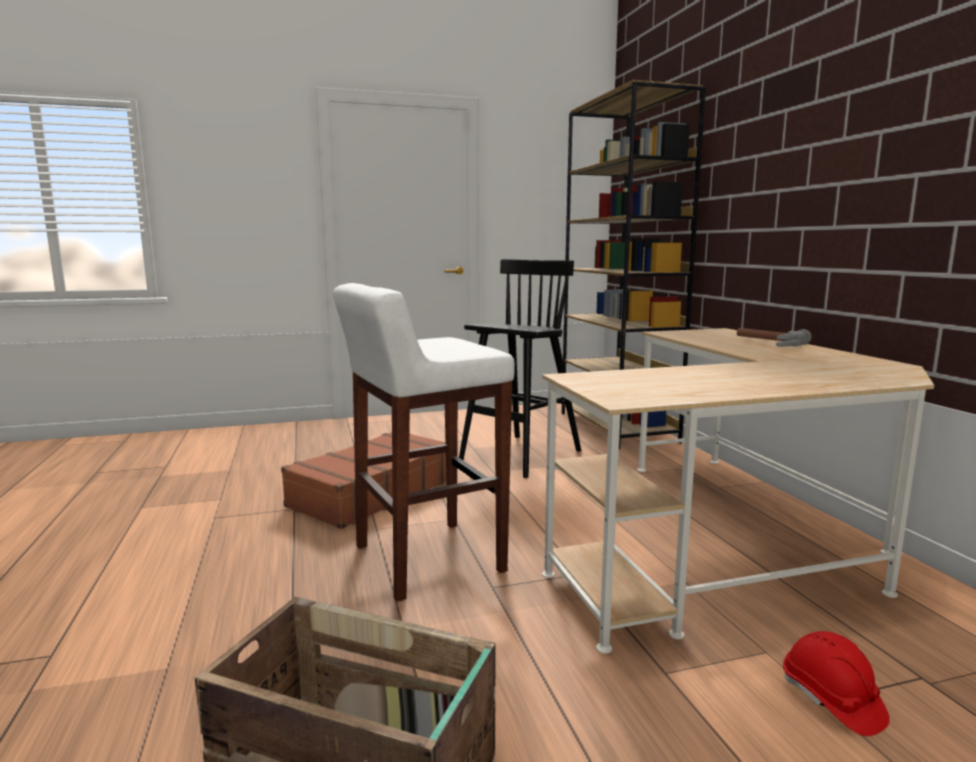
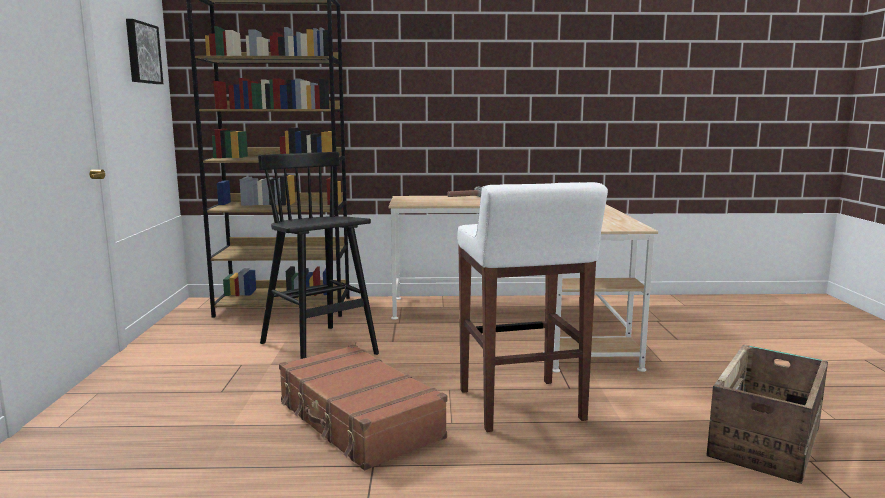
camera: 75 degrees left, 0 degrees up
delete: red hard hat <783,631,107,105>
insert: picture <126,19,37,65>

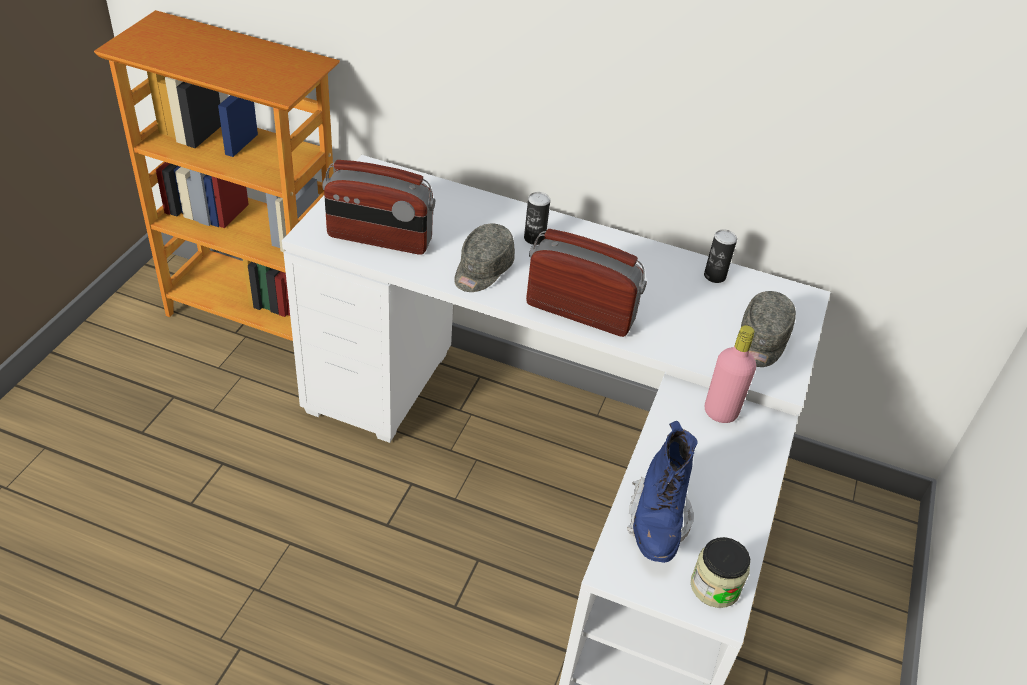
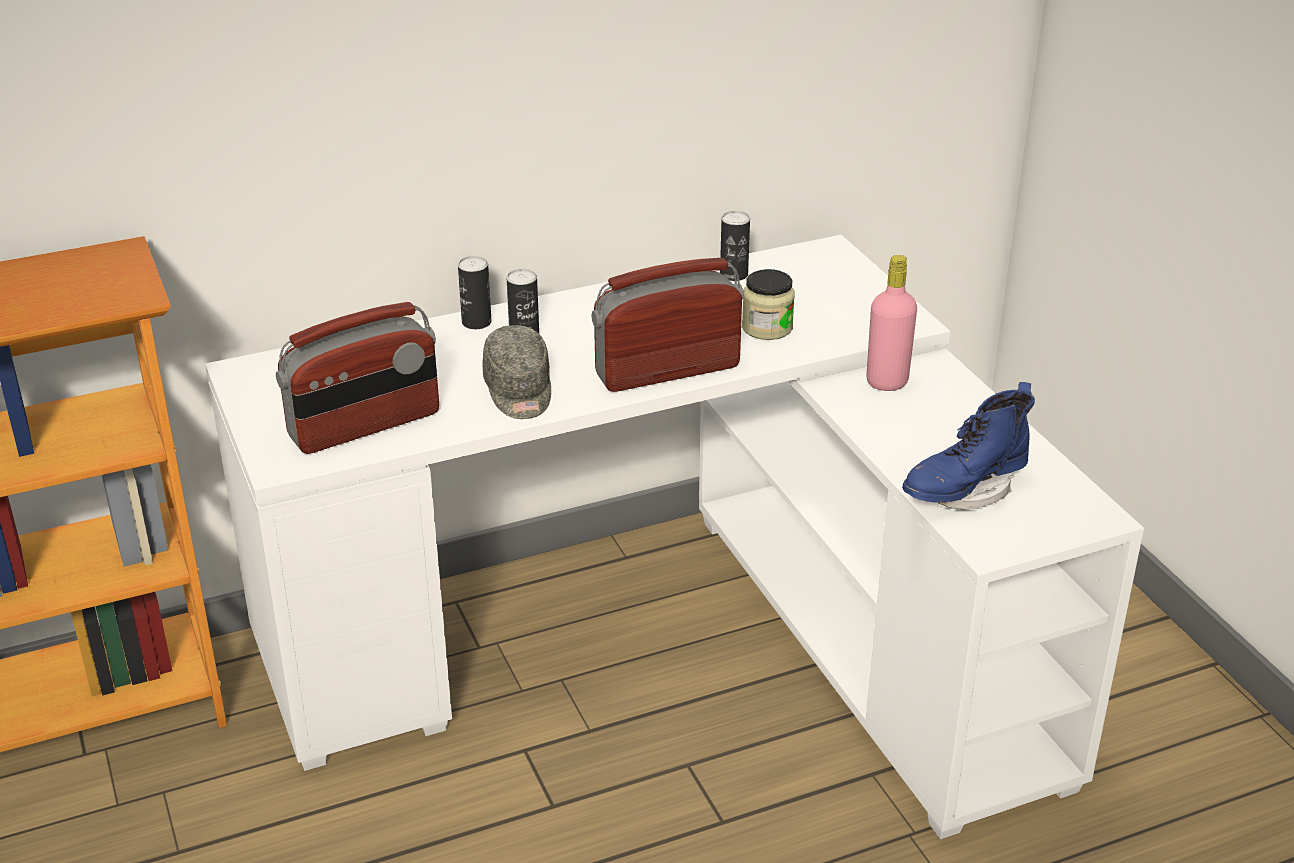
camera: 40 degrees left, 10 degrees down
delete: grey cap <741,291,55,76>
insert: can <458,256,33,73>
move: jar <691,537,59,71> to <742,269,53,71>
rotate: blue boot <627,421,71,142> = <902,382,133,128> 90 degrees clockwise

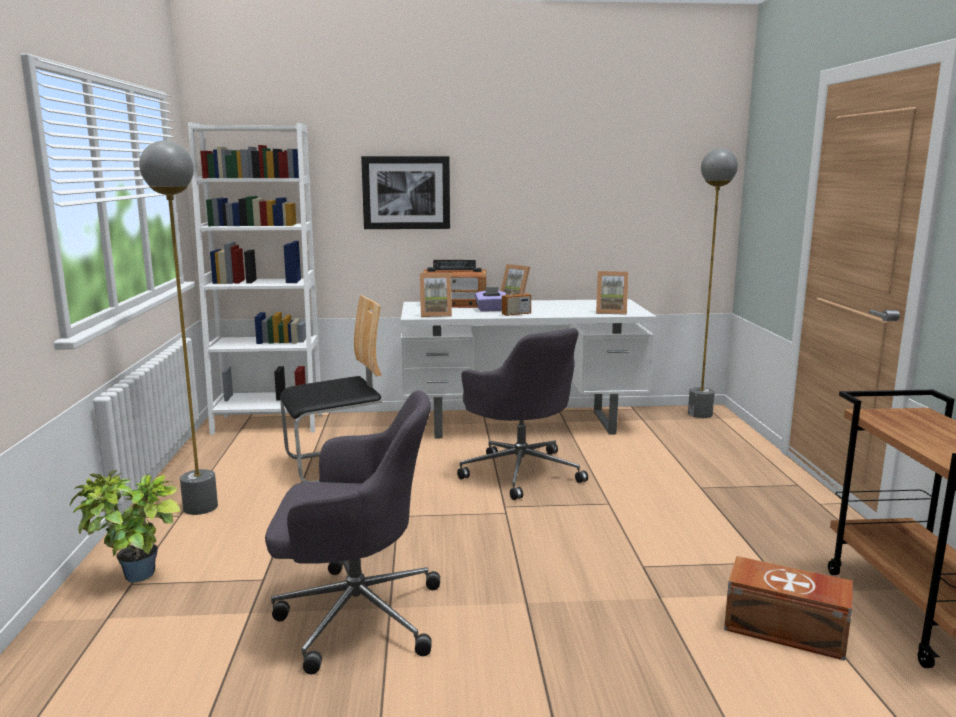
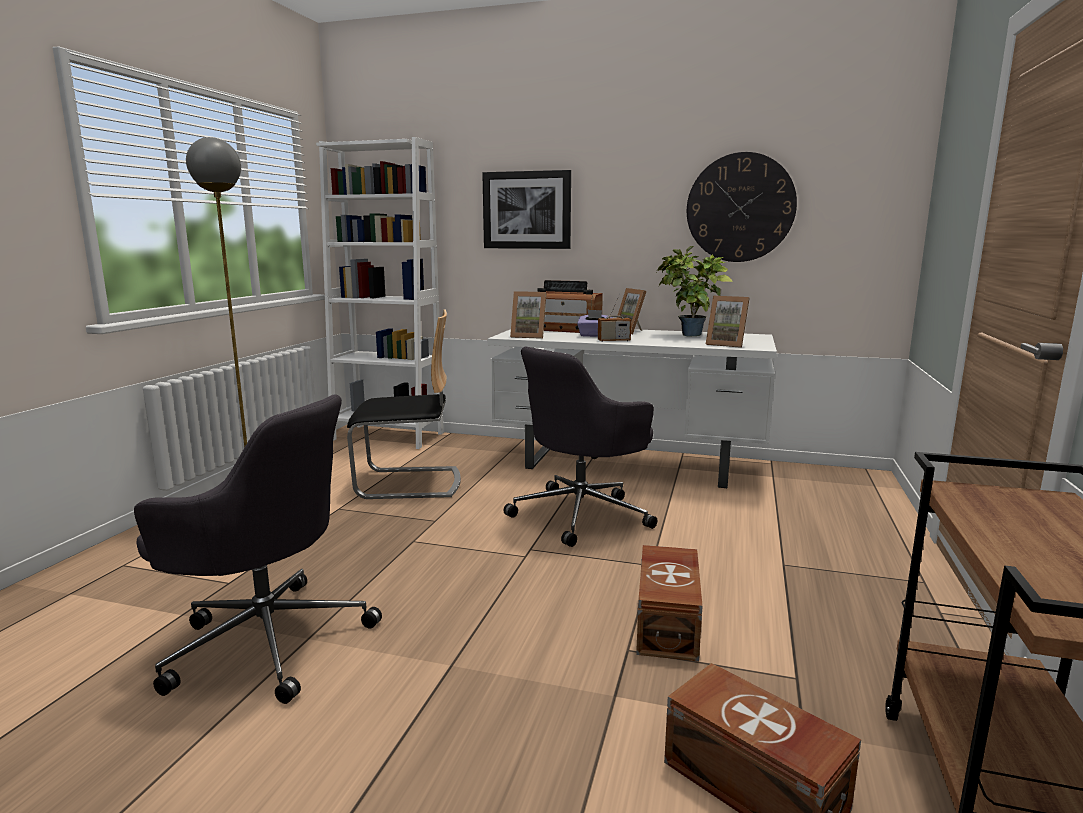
camera: 20 degrees right, 0 degrees up
delete: grey floor lamp <688,148,50,270>
insert: wall clock <687,152,110,110>; brown storage box <636,545,67,116>
move: potted plant <70,470,110,113> to <656,246,77,90>
rotate: grey office chair <457,328,131,172> = <504,347,153,200> 60 degrees clockwise

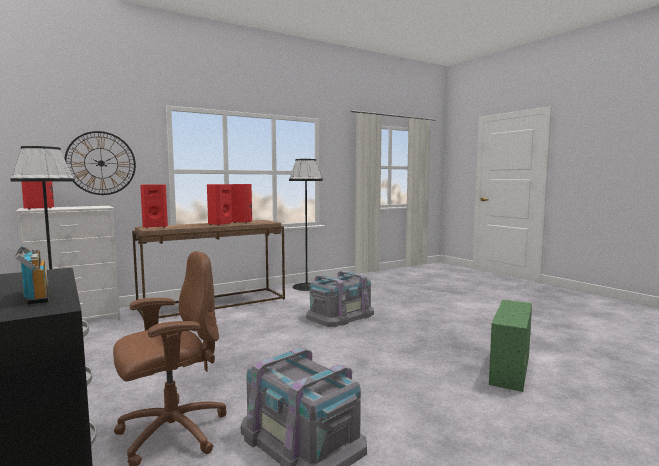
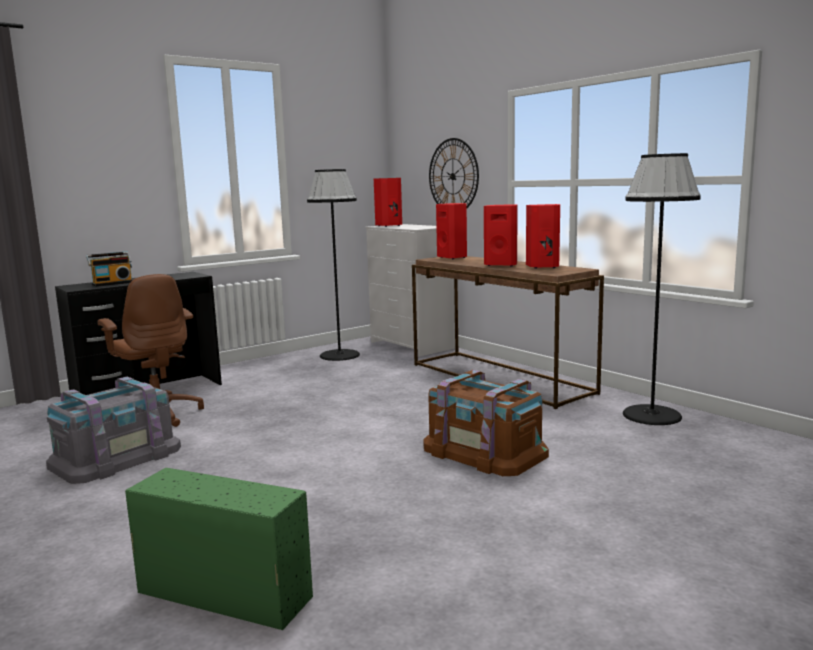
camera: 85 degrees right, 5 degrees up
recolor: grey storage box <306,271,68,56> to brown storage box <424,370,125,106>

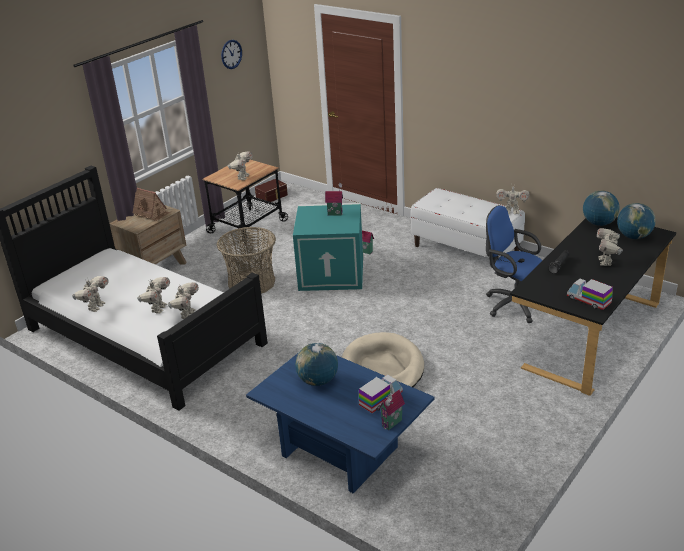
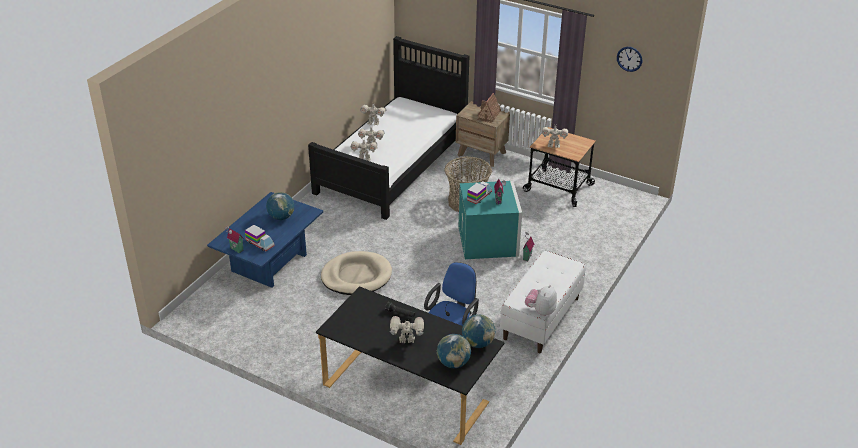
camera: 80 degrees right, 5 degrees up
delete: brown storage box <255,179,33,25>
move: toy truck <567,279,46,31> to <467,181,25,23>
replace: toy robot <496,186,33,28> to plush toy <525,285,32,31>

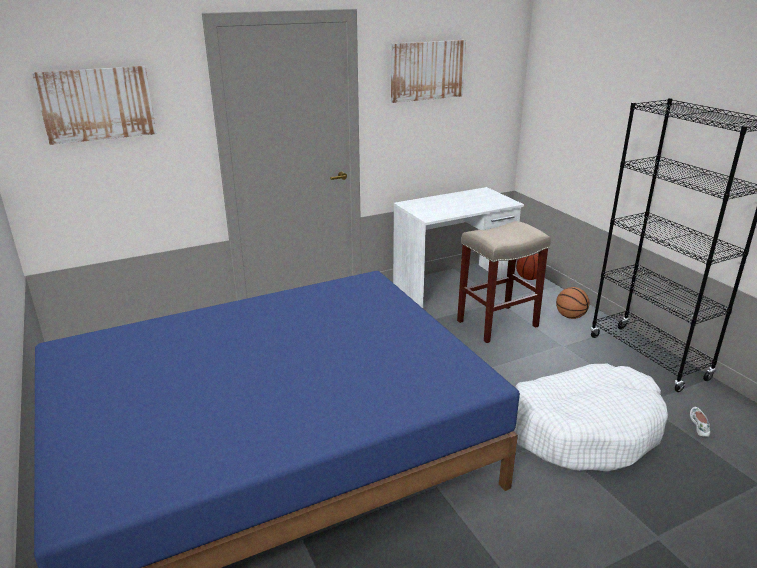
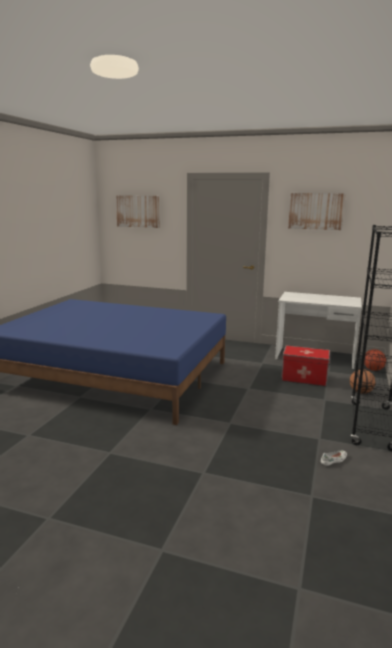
camera: 45 degrees right, 10 degrees down
delete: white dog bed <514,364,154,108>
replace: beige stool <457,221,94,122> to storage box <281,345,49,41>

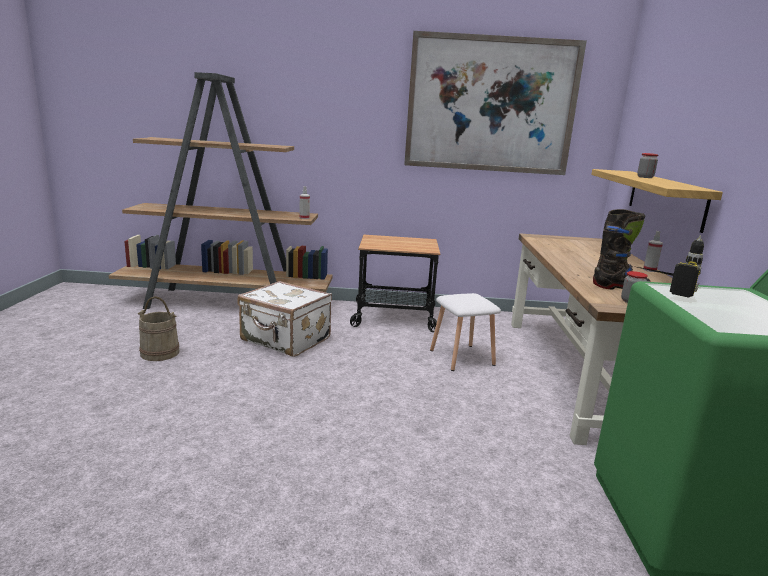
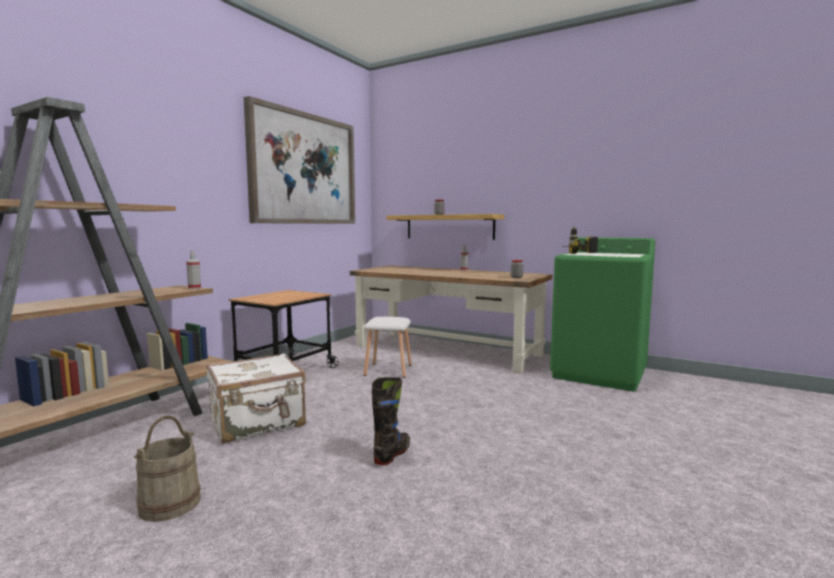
camera: 60 degrees left, 10 degrees down
move: black boot <593,209,58,80> to <372,377,38,88>

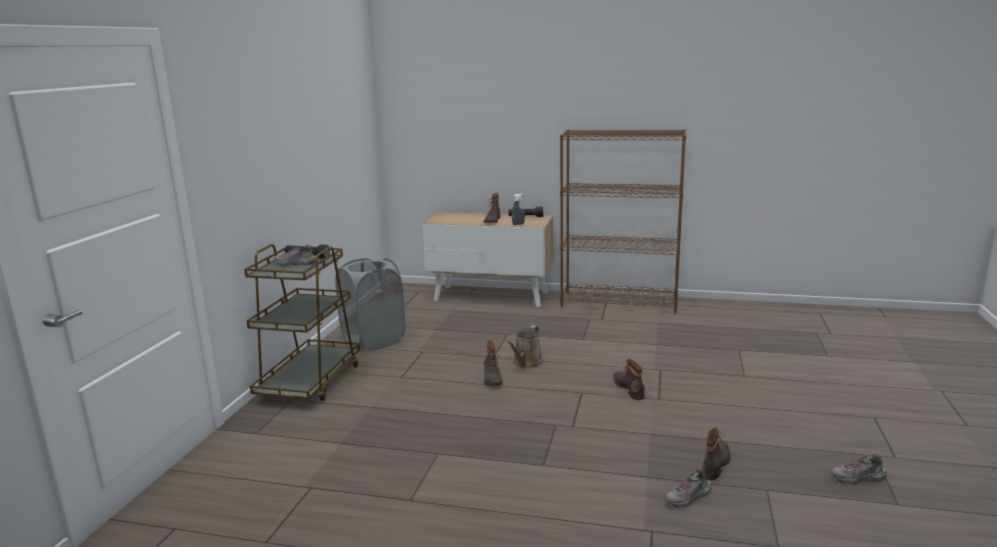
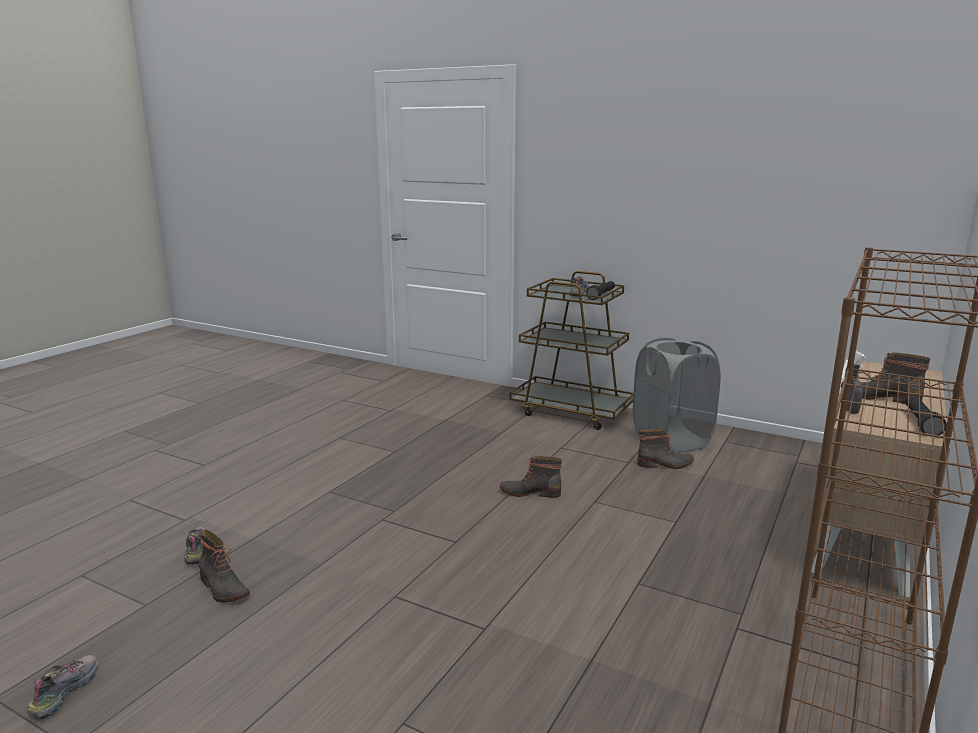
camera: 105 degrees right, 0 degrees up
delete: brown watering can <507,325,37,43>
move: boot <614,359,31,41> to <637,429,57,40>

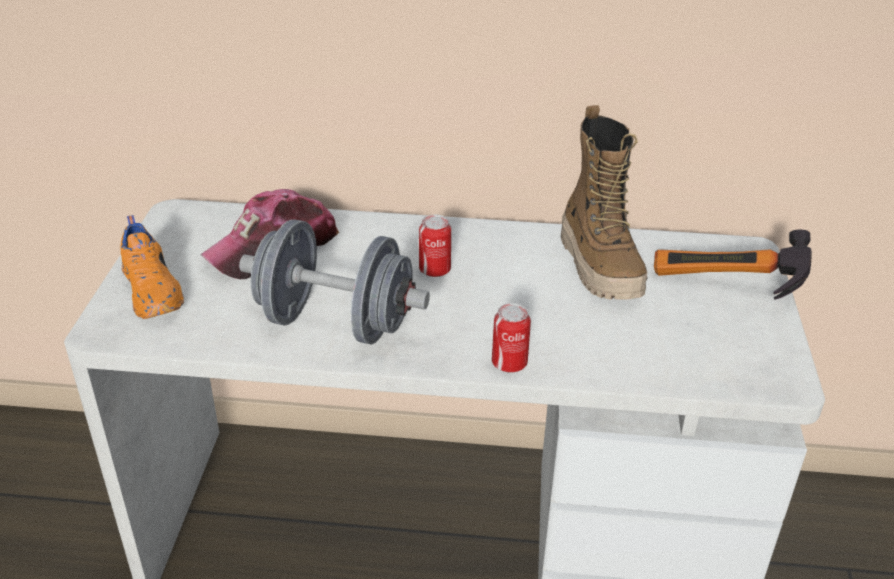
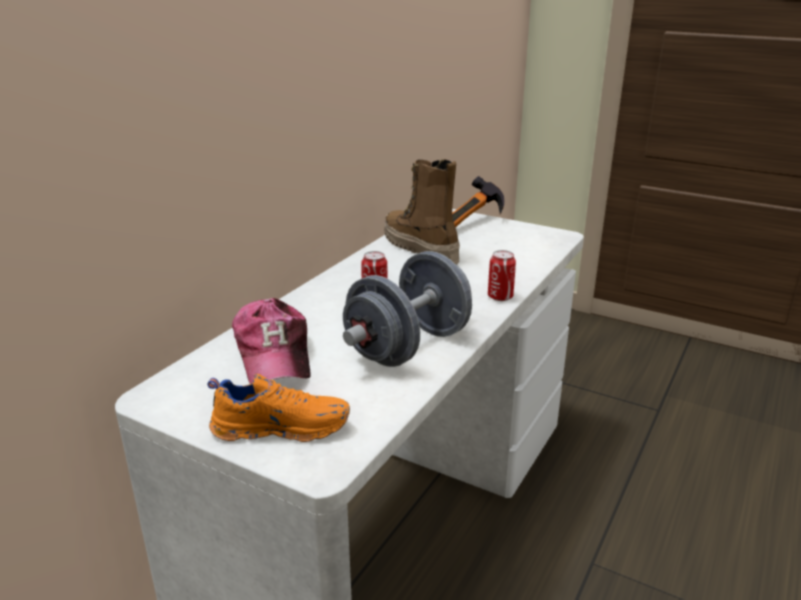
camera: 65 degrees left, 10 degrees down
rotate: boot <561,105,87,195> = <384,159,76,106> 135 degrees counterclockwise

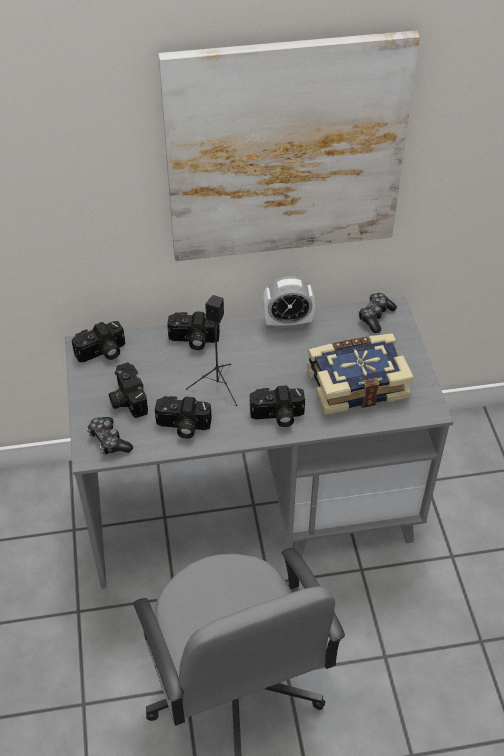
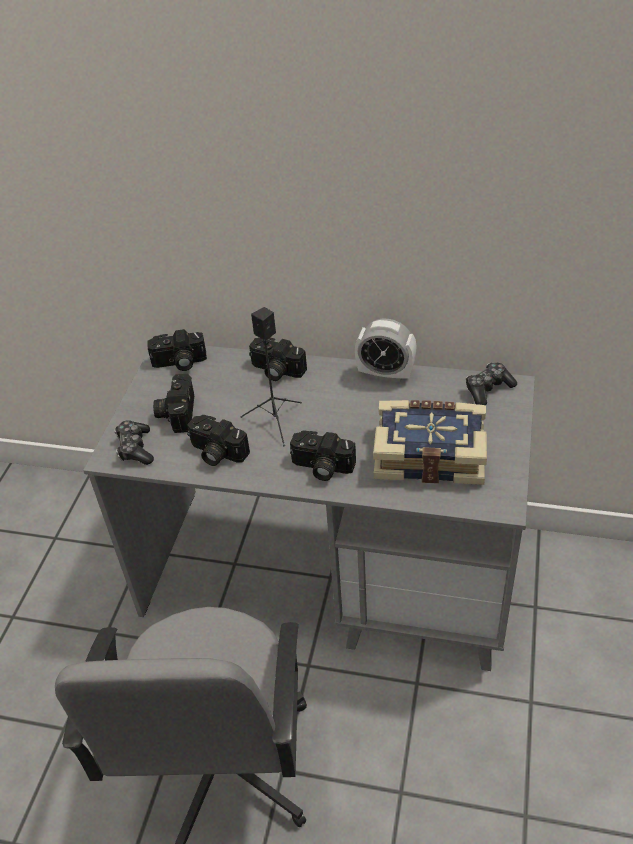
camera: 25 degrees right, 5 degrees down
delete: picture <158,30,262,231>

